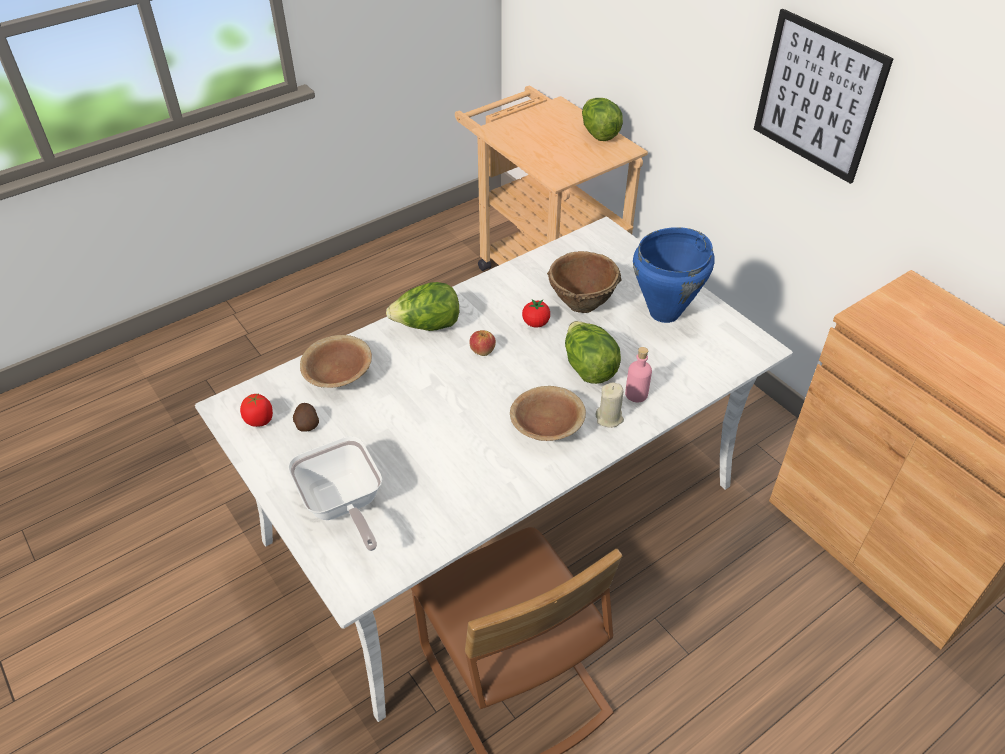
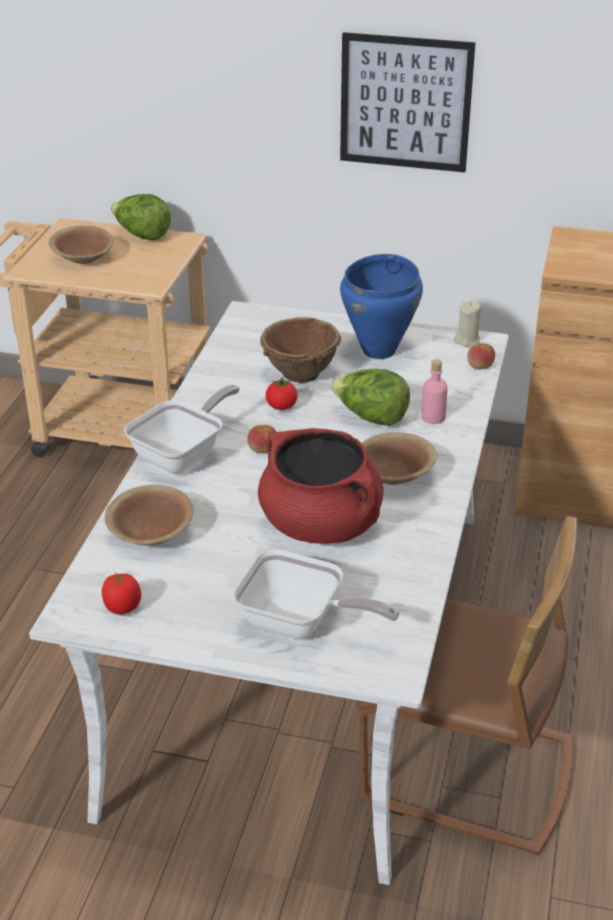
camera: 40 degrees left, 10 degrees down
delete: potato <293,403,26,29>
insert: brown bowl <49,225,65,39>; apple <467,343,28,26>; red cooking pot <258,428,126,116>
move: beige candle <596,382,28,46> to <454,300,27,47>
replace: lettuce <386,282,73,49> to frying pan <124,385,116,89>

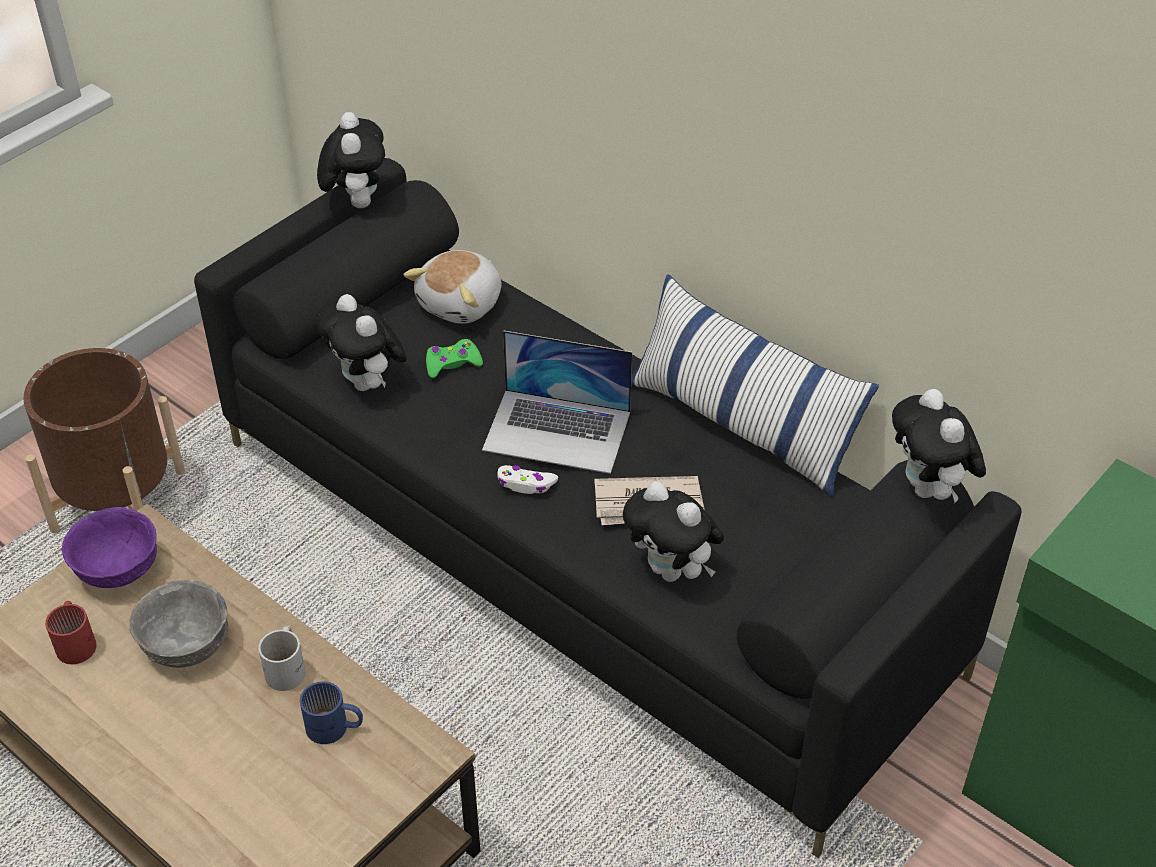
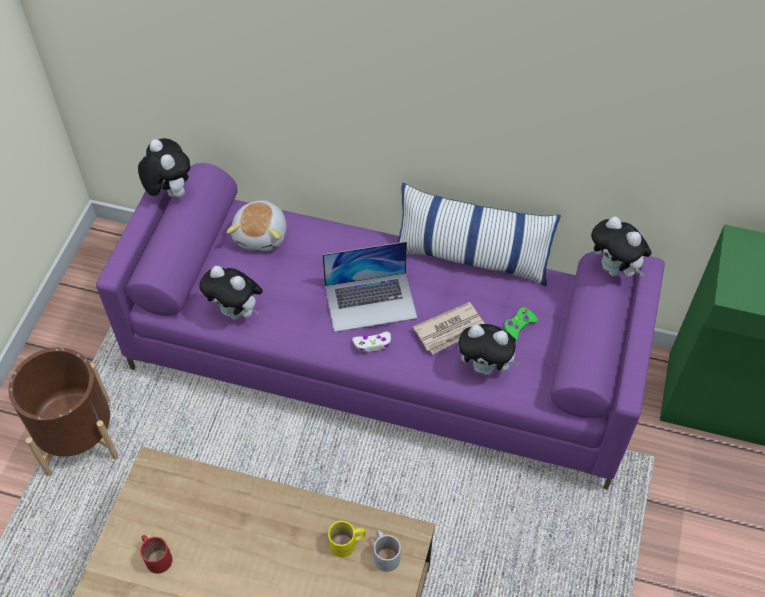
camera: 25 degrees left, 10 degrees up
delete: purple bowl <62,507,95,81>; grey bowl <129,580,100,88>
move: green game controller <426,339,57,39> to <503,307,35,34>; white mug <258,625,47,66> to <374,530,27,42>
recolor: black sofa <194,158,828,700> to purple sofa <96,163,569,327>; blue mug <300,681,63,63> to yellow mug <328,521,38,37>

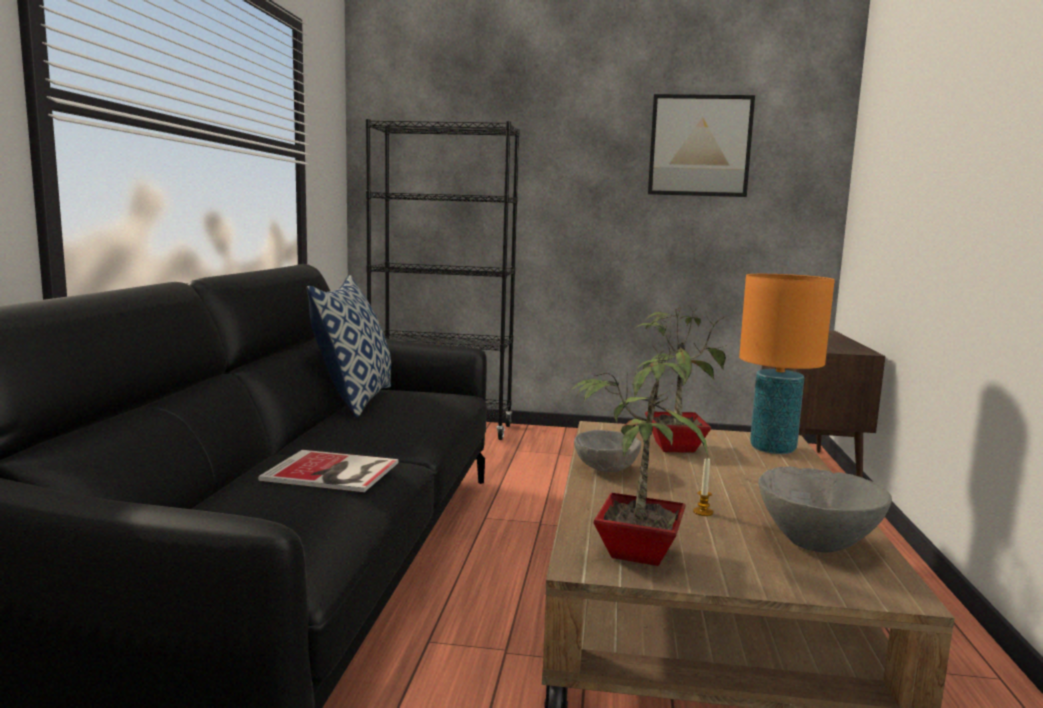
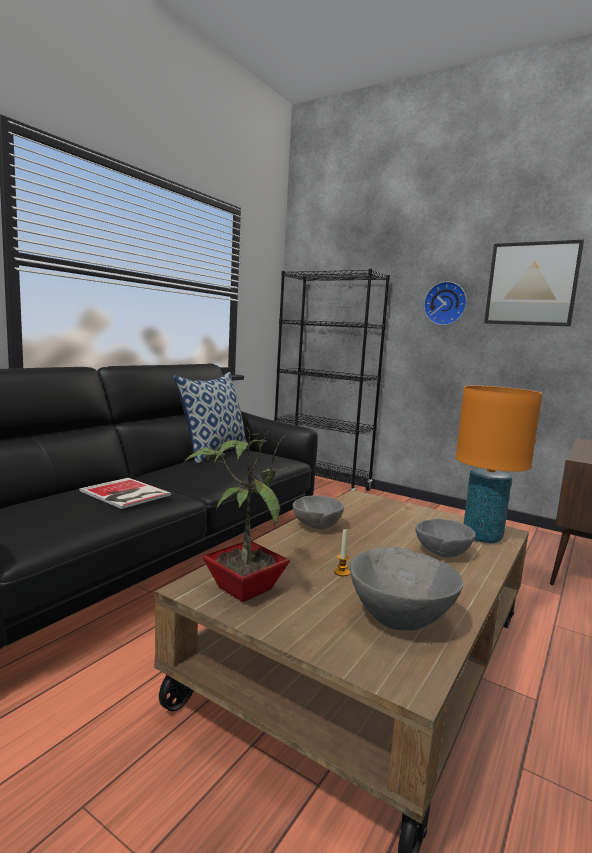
camera: 25 degrees right, 0 degrees up
delete: potted plant <633,304,94,149>
insert: wall clock <424,281,43,44>; grey bowl <415,519,60,39>

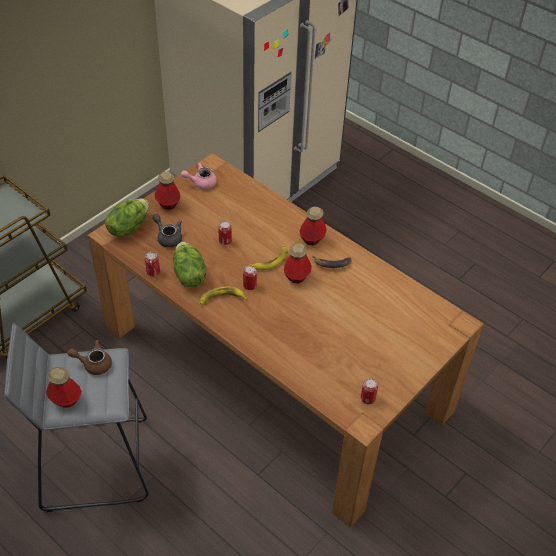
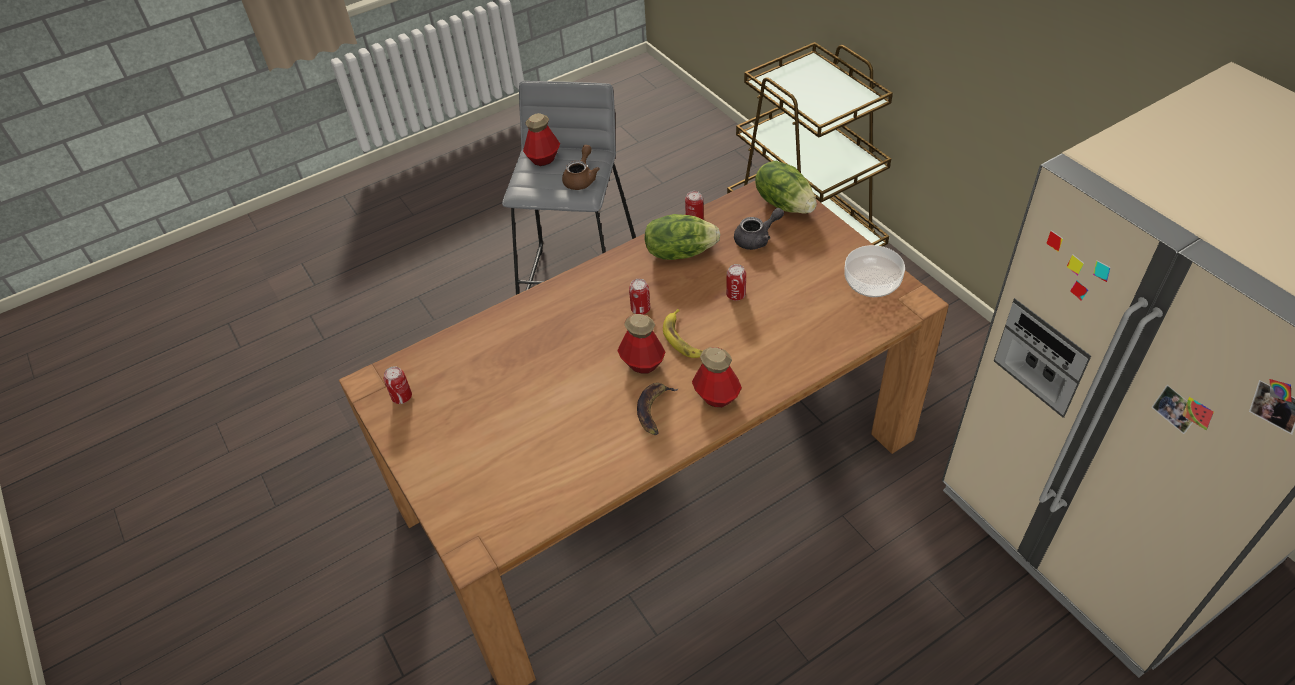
camera: 110 degrees right, 0 degrees up
delete: bottle <155,171,25,39>; banana <200,286,47,19>
replace: pink teapot <181,162,36,27> to bowl <844,245,61,52>

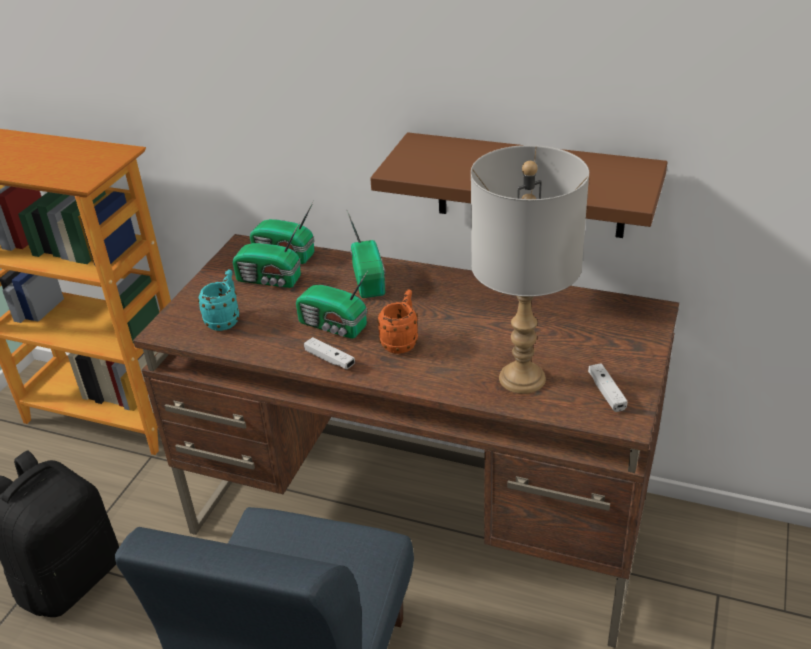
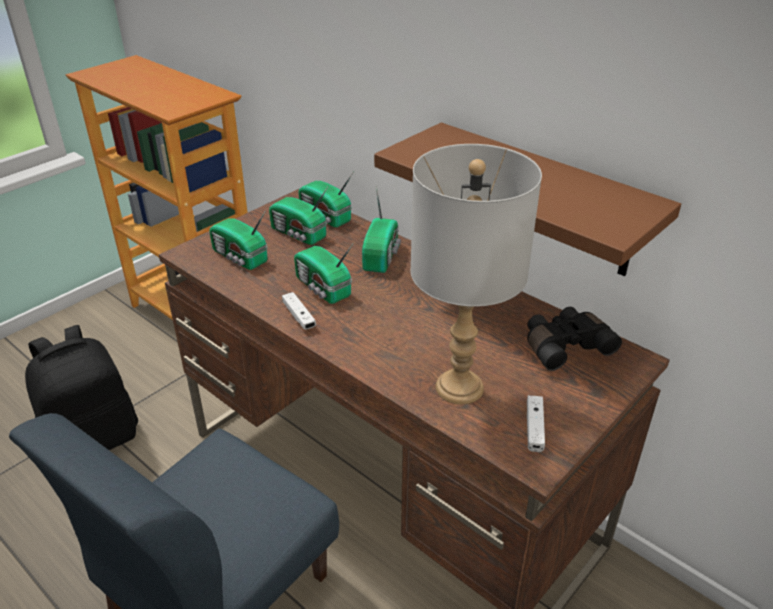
camera: 20 degrees right, 0 degrees up
delete: orange mug <378,289,40,65>
insert: black binoculars <527,307,95,64>
replace: turquoise mug <198,269,42,62> to radio <209,210,59,60>

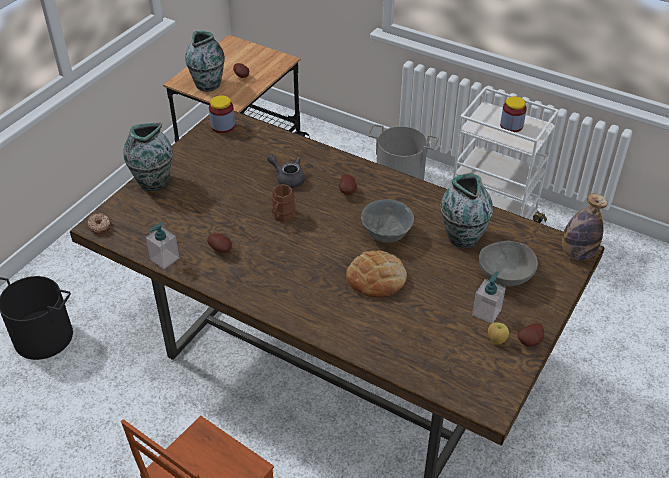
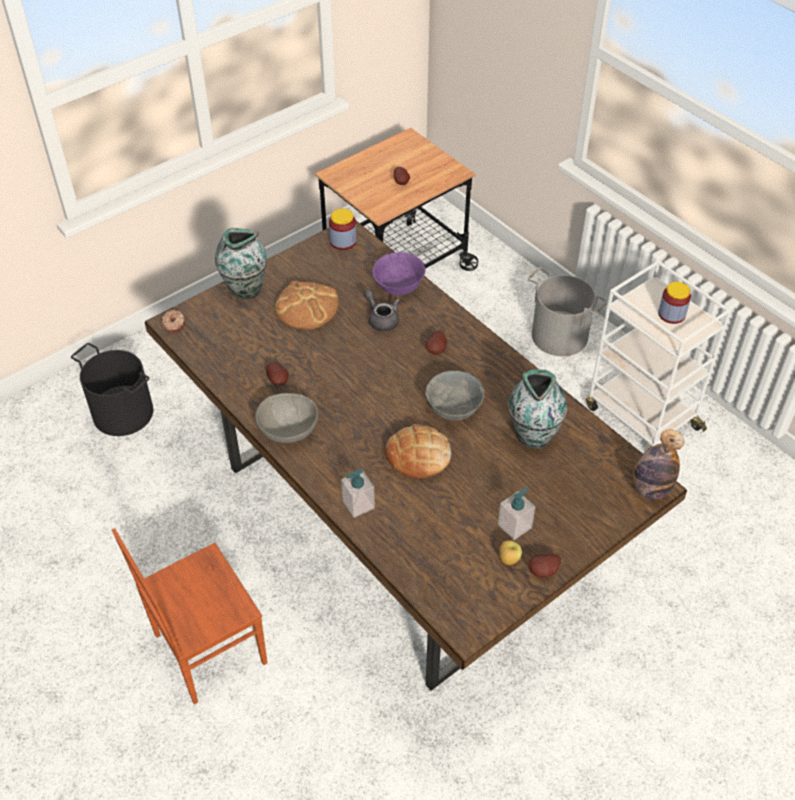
camera: 20 degrees right, 5 degrees up
delete: vase <185,31,40,61>; brown mug <271,184,25,38>
insert: purple bowl <372,252,53,43>; bread <275,280,64,49>
move: soap dispenser <146,222,33,47> to <341,469,34,49>; grey bowl <479,240,59,47> to <255,393,63,50>

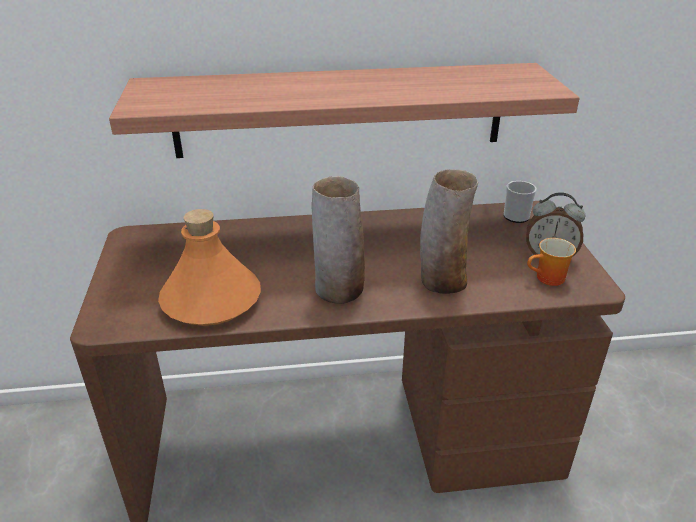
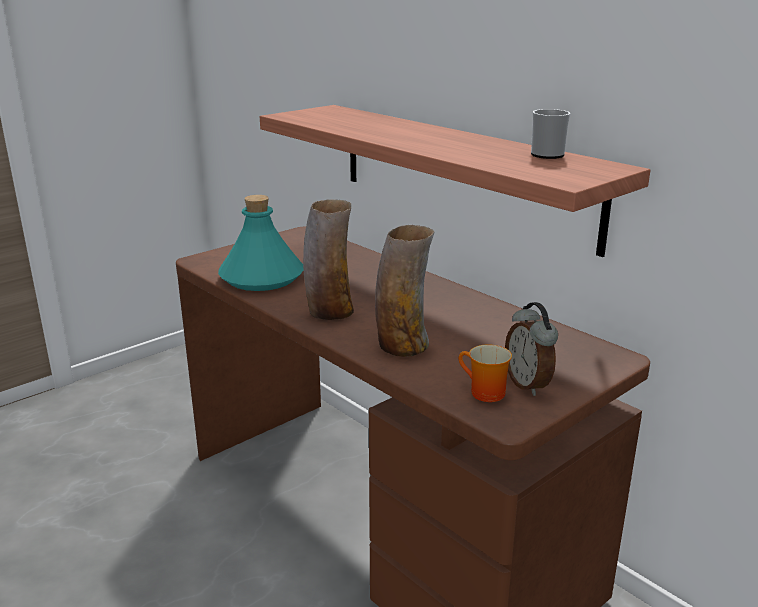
camera: 55 degrees right, 10 degrees down
move: mug <504,181,33,42> to <531,109,39,50>
recolor: orange bottle <158,209,103,117> to turquoise bottle <218,195,85,96>

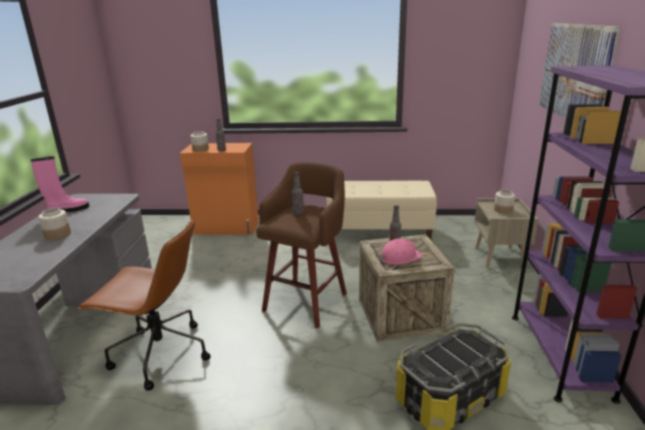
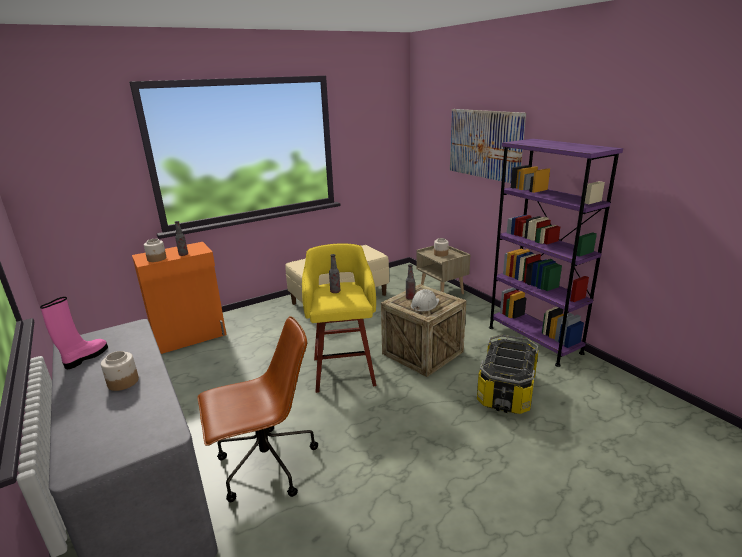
camera: 35 degrees left, 0 degrees up
recolor: brown stool <256,163,91,165> to yellow stool <302,244,74,149>; pink hard hat <380,239,43,26> to white hard hat <411,289,28,23>

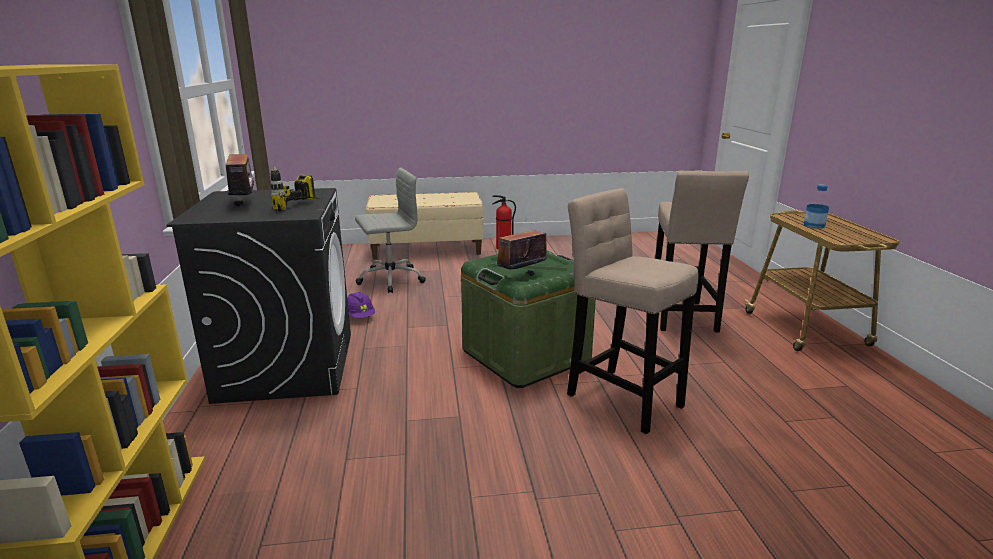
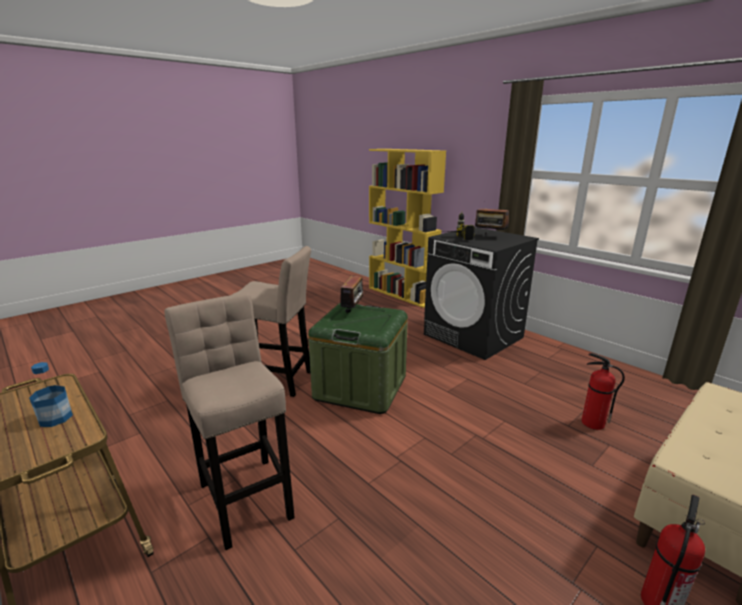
camera: 145 degrees right, 0 degrees up
delete: purple hard hat <347,292,28,26>
replace: grey office chair <355,168,71,125> to fire extinguisher <581,353,44,77>

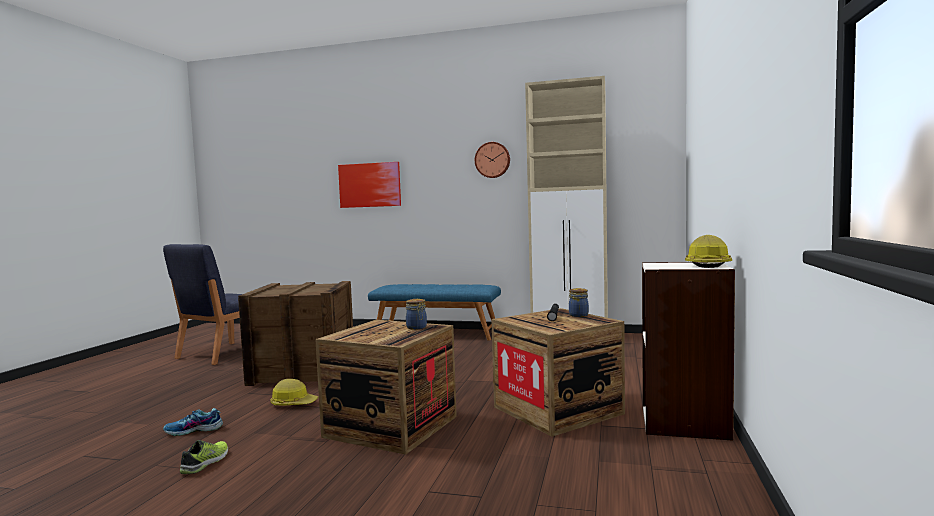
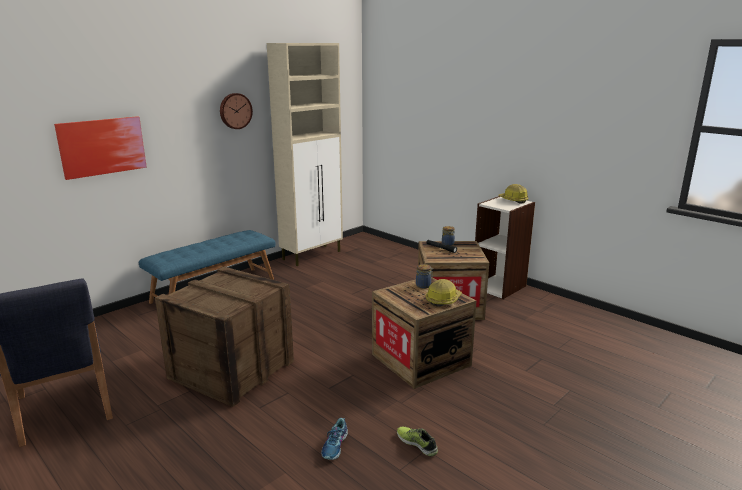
camera: 60 degrees left, 15 degrees up
move: hard hat <270,379,48,26> to <426,279,36,28>

